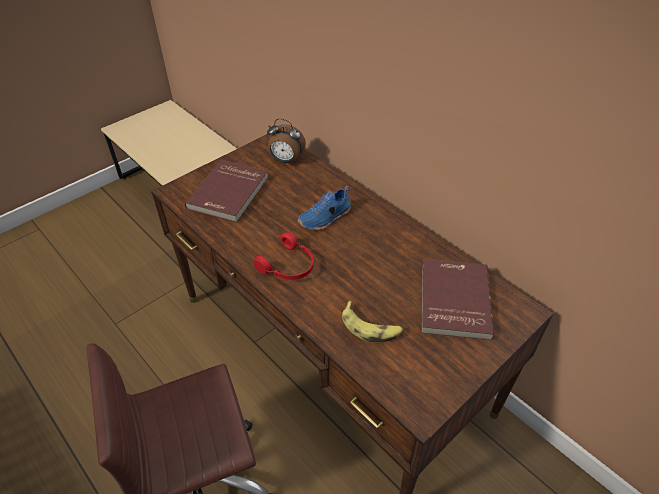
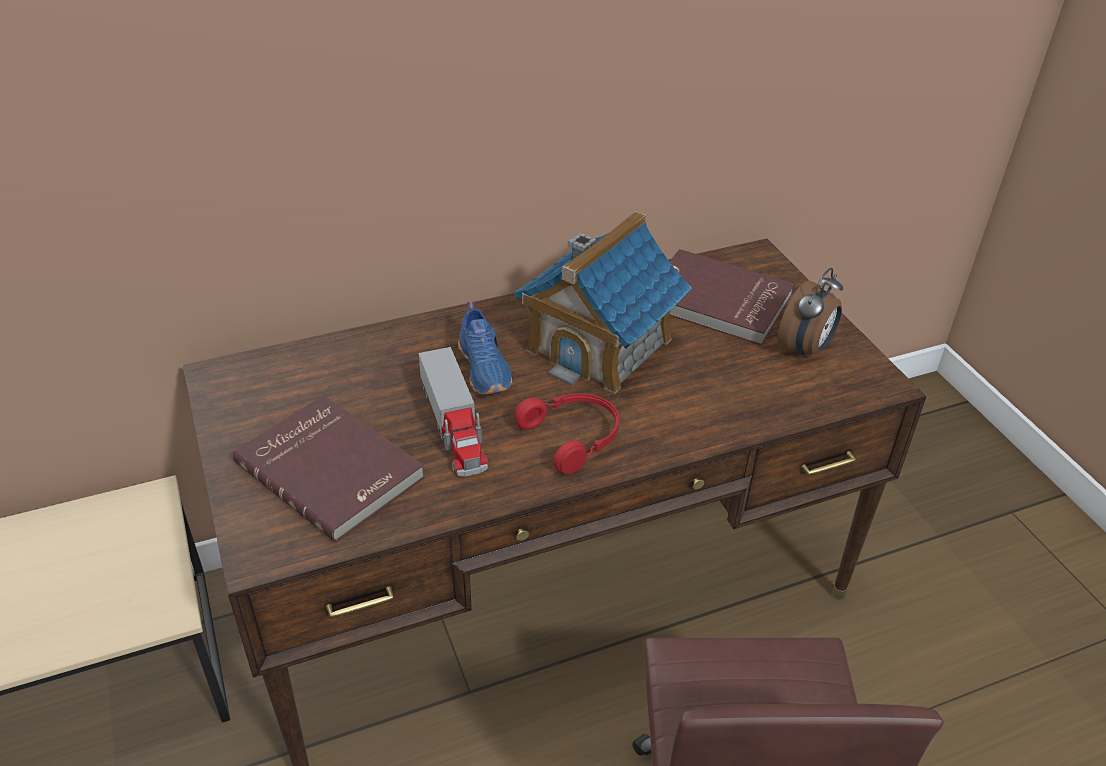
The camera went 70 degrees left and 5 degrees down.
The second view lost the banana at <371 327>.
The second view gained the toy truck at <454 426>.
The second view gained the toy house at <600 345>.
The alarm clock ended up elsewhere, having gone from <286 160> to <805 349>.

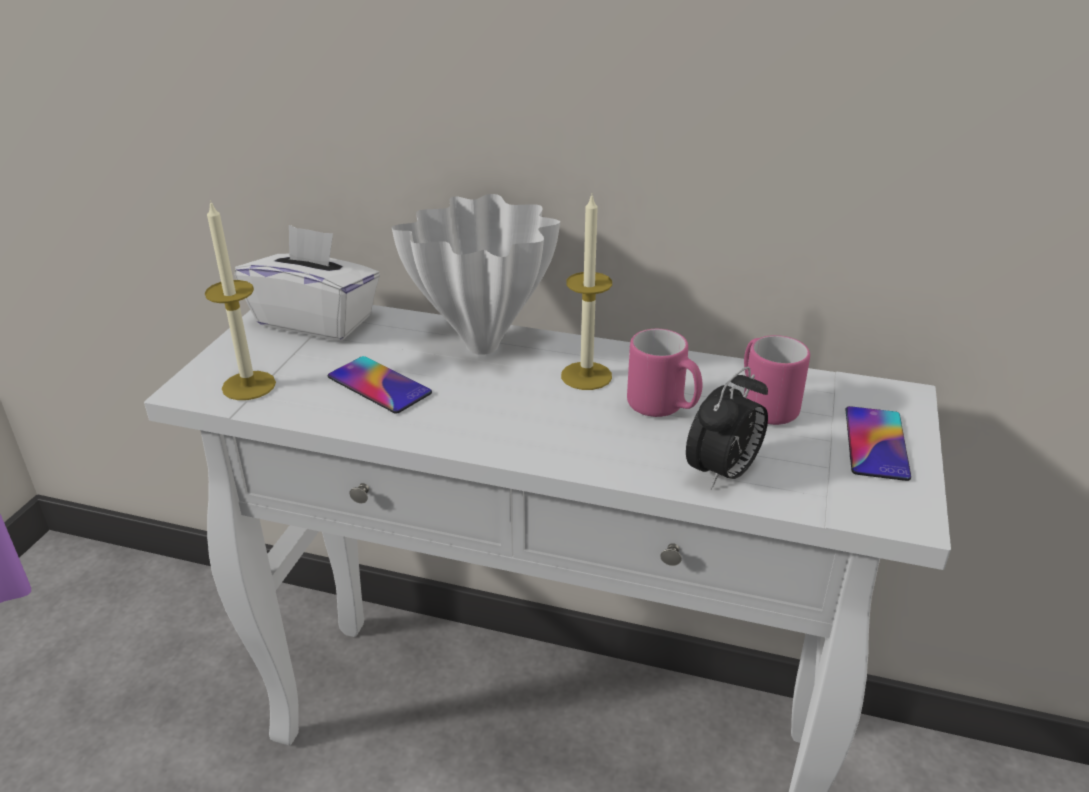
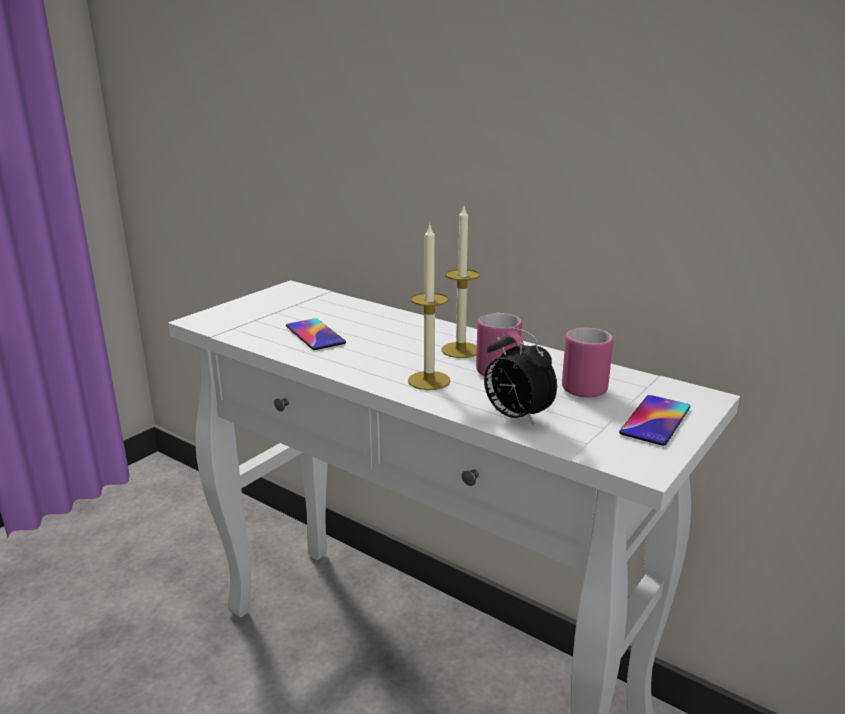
The camera went 20 degrees right and 10 degrees down.
The second view lost the tissue box (white) at <316 320>.
The second view lost the vase (white) at <485 346>.
The candle ended up elsewhere, having gone from <249 385> to <429 380>.
The alarm clock at <723 473> ended up facing another way, 75 degrees clockwise from before.

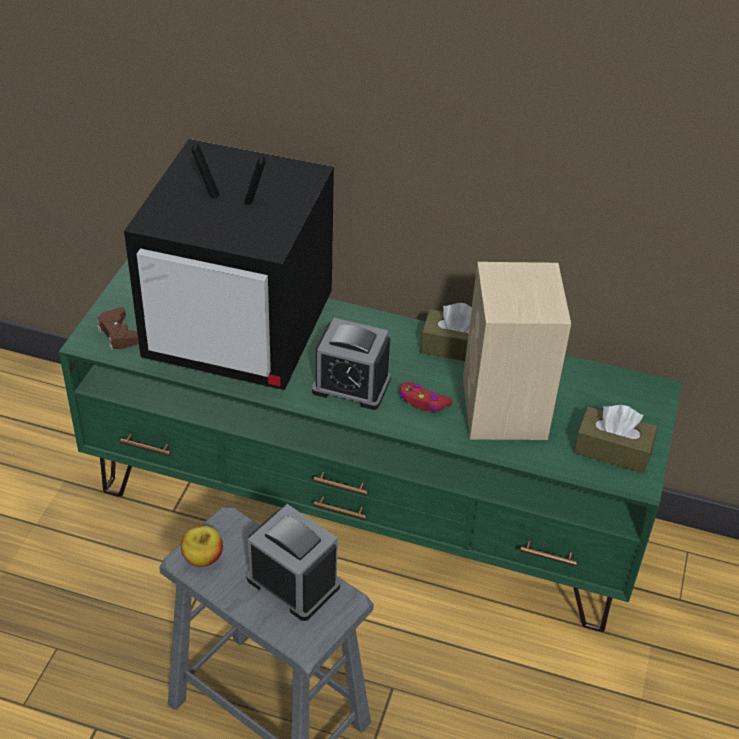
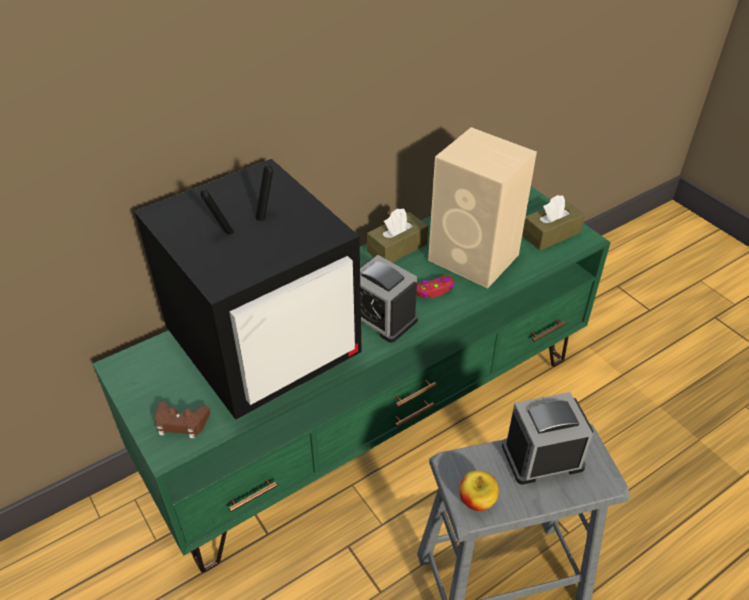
The camera went 50 degrees left and 0 degrees up.
The alarm clock at <351 385> ended up facing another way, 75 degrees clockwise from before.

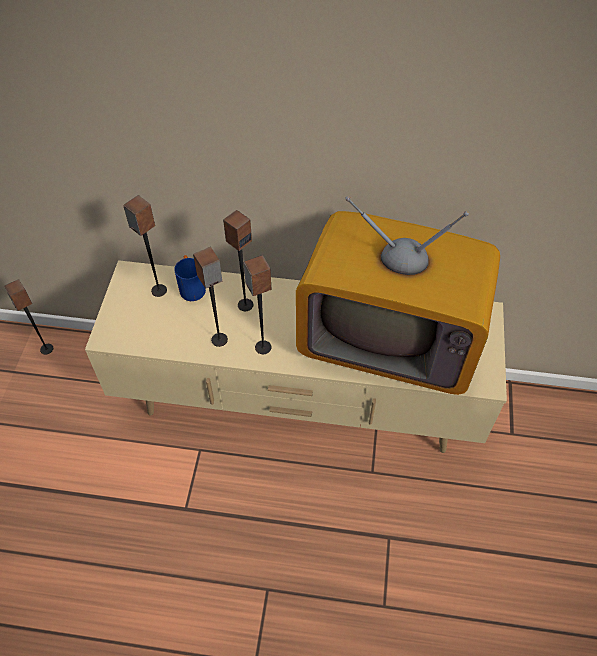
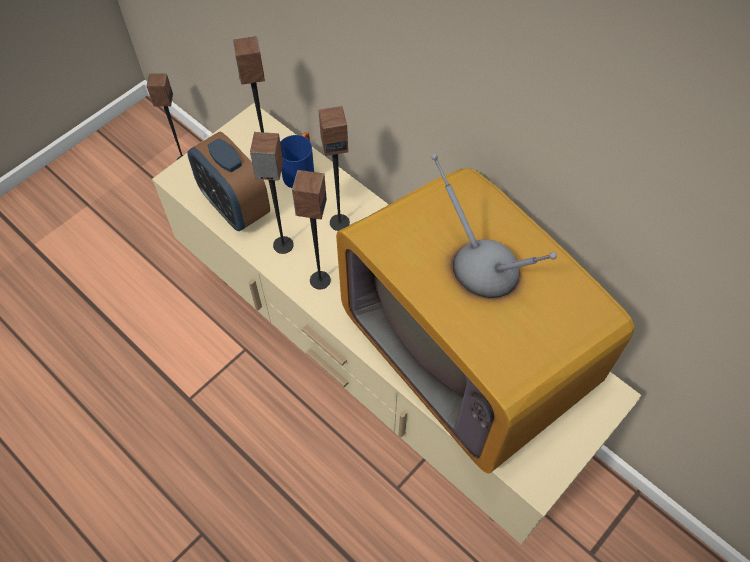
The camera went 35 degrees right and 5 degrees up.
The second view gained the alarm clock at <235 207>.

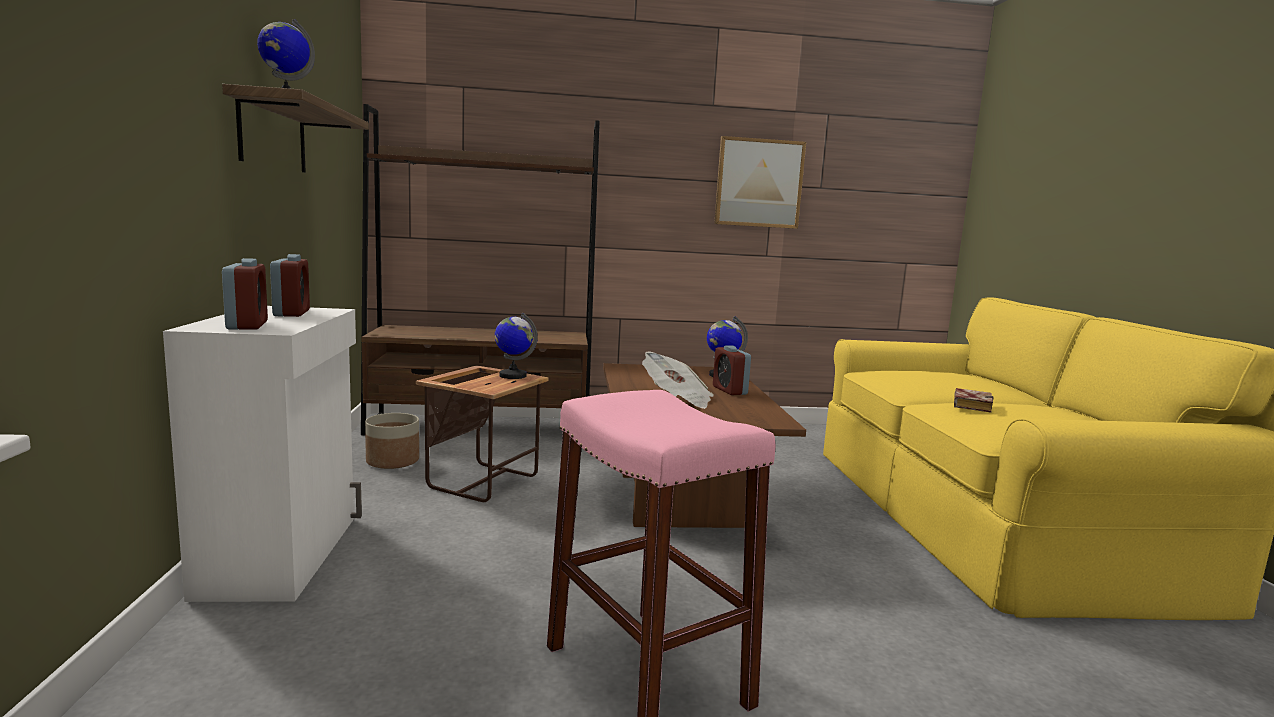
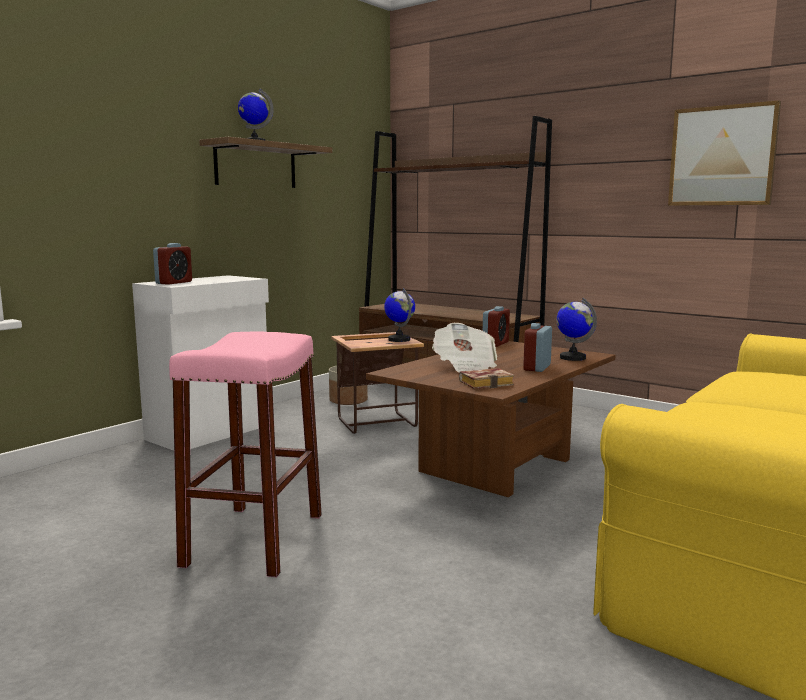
The camera went 45 degrees right and 0 degrees up.
The alarm clock ended up elsewhere, having gone from <291 313> to <495 343>.
The book ended up elsewhere, having gone from <970 405> to <487 383>.

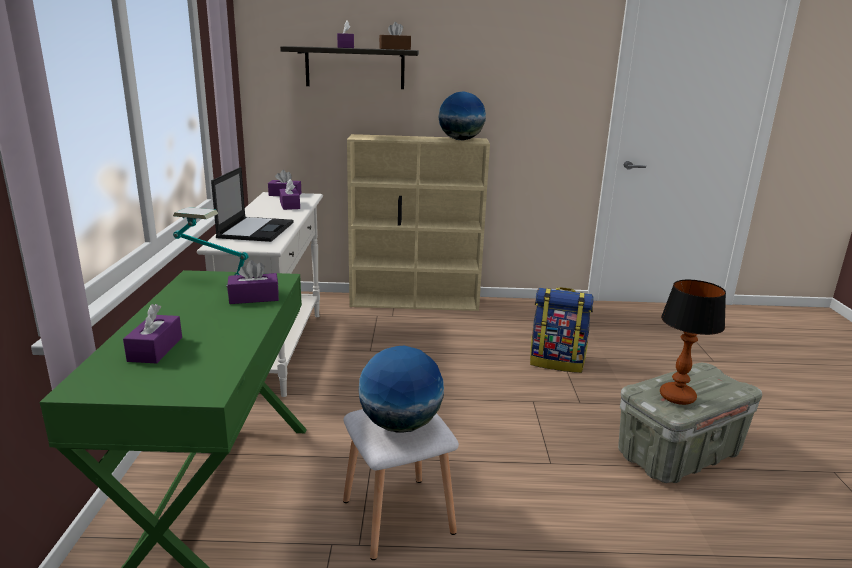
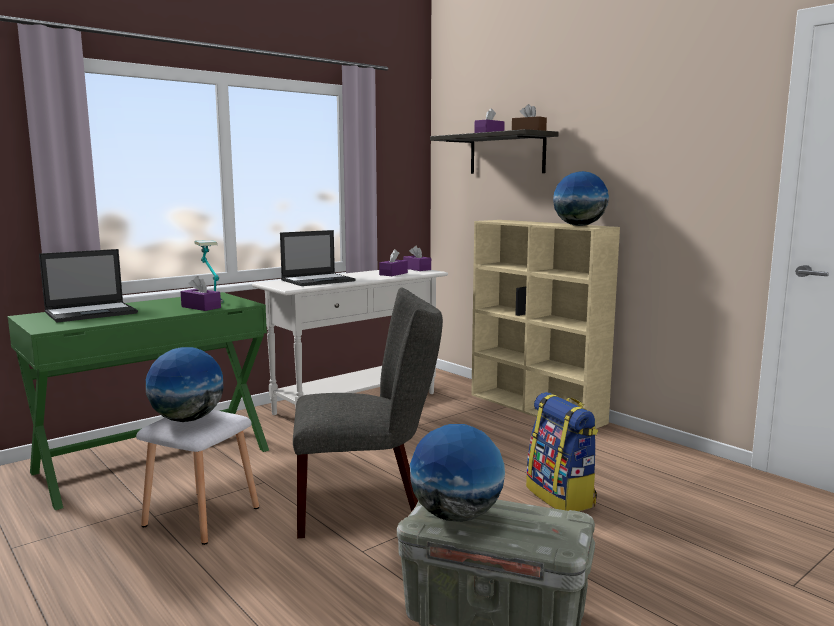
The camera went 50 degrees right and 10 degrees down.
The second view gained the chair (grey) at <368 505>.
Where the tissue box (purple) stood at <155 349>, the laptop came to stand at <92 313>.
Where the table lamp stood at <677 397>, the globe came to stand at <456 516>.

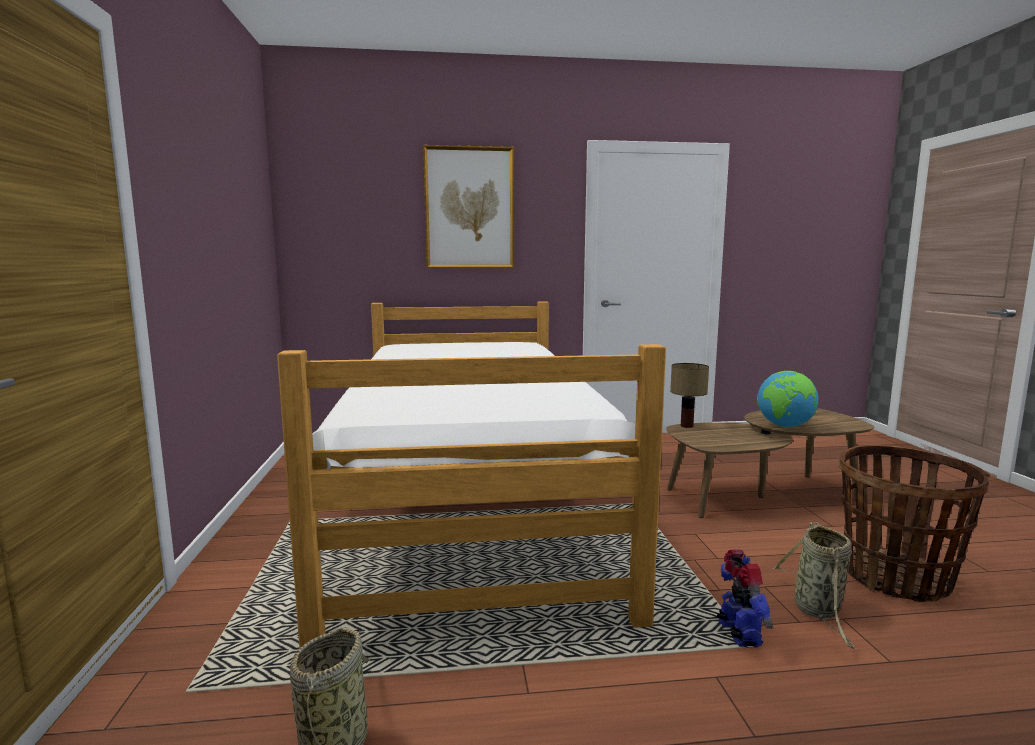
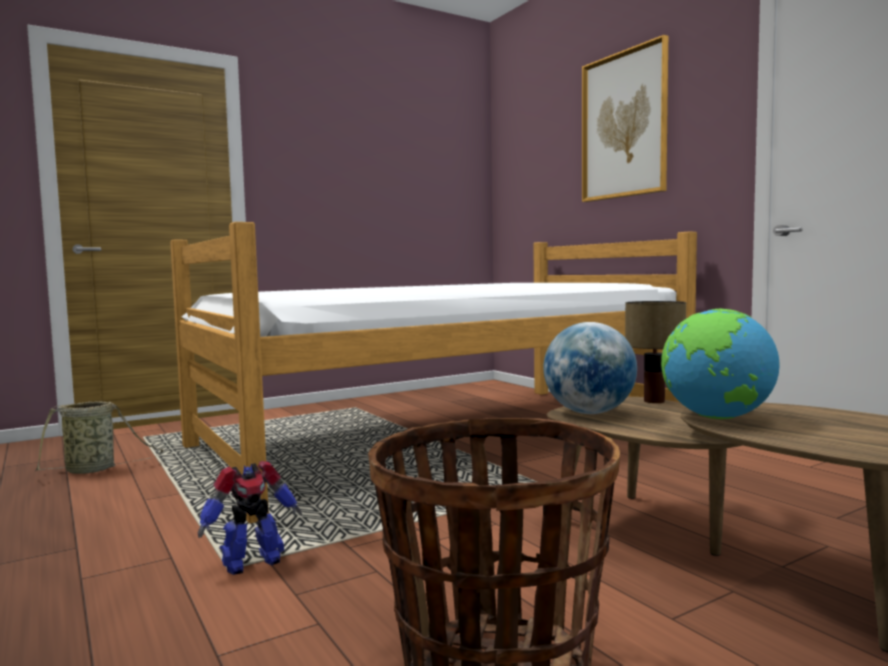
The camera went 65 degrees right and 5 degrees down.
The second view lost the basket at <818 611>.
The second view gained the globe at <589 413>.

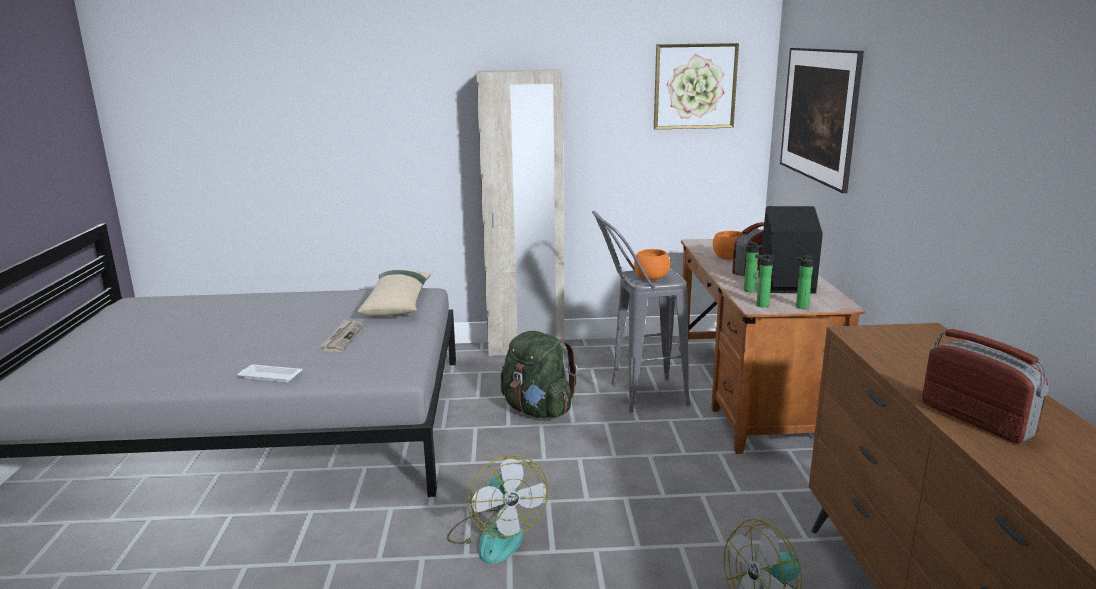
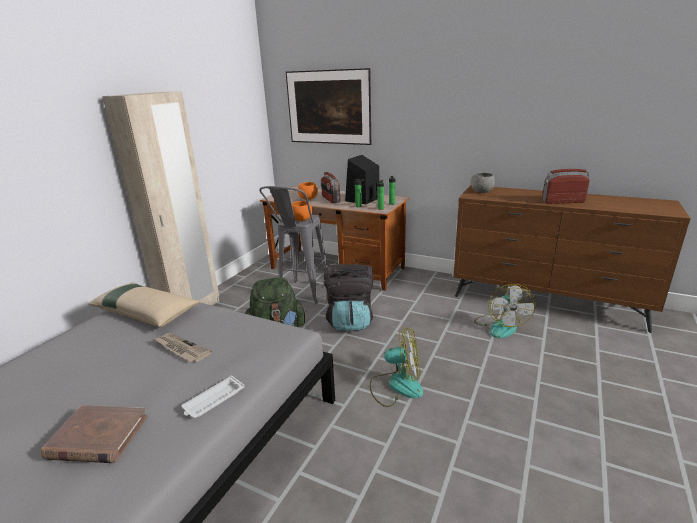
The camera went 60 degrees left and 5 degrees up.
The second view lost the picture at <695 86>.
The second view gained the book (brown) at <97 437>.
The second view gained the backpack (black) at <350 320>.
The second view gained the bowl (grey) at <482 192>.

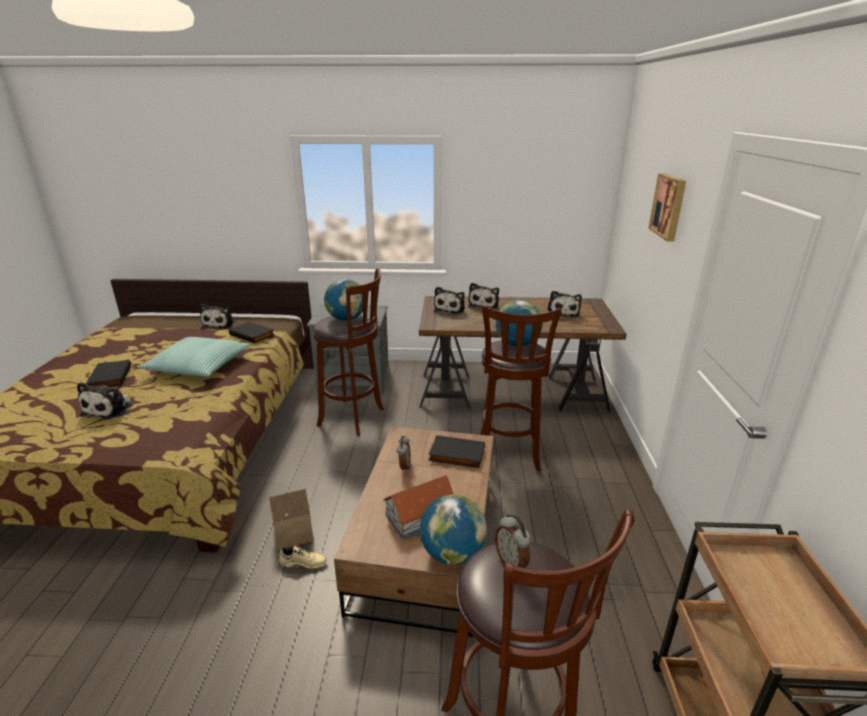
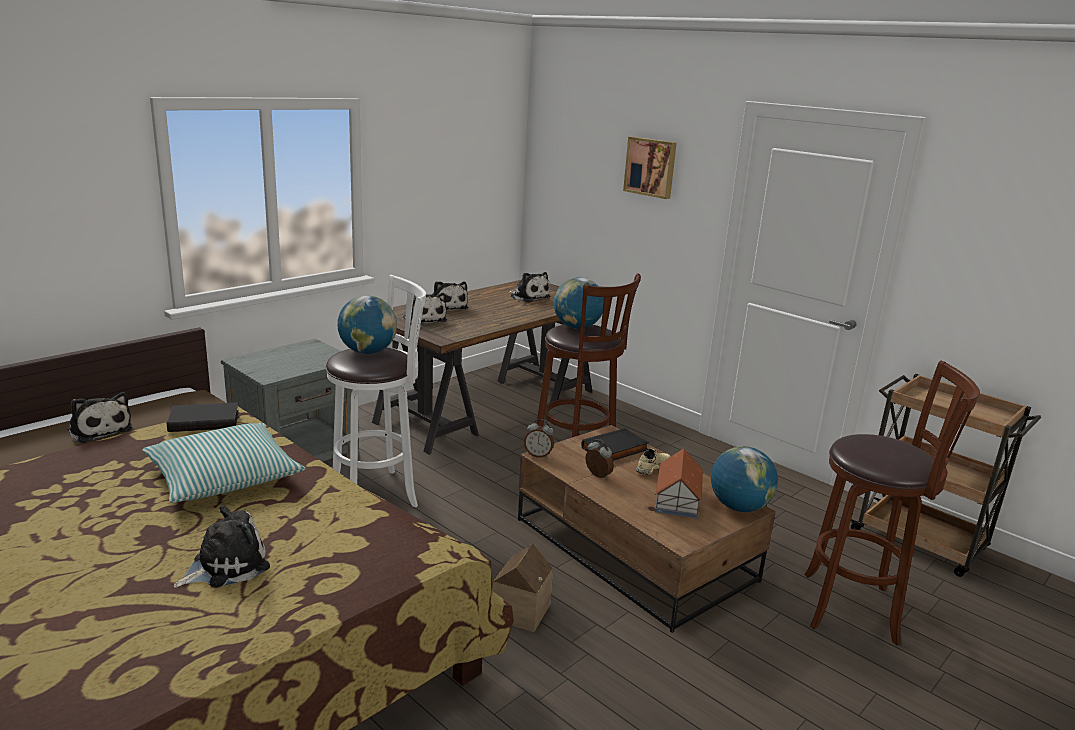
The camera went 50 degrees left and 5 degrees down.
The second view lost the book (black) at <109 377>.
The shoe (beige) ended up elsewhere, having gone from <303 562> to <652 467>.
The alarm clock ended up elsewhere, having gone from <512 562> to <538 455>.
What was the stool (brown) at <354 418> turned into the stool (white) at <378 493>.
The plush toy at <110 409> ended up facing another way, 90 degrees counterclockwise from before.

